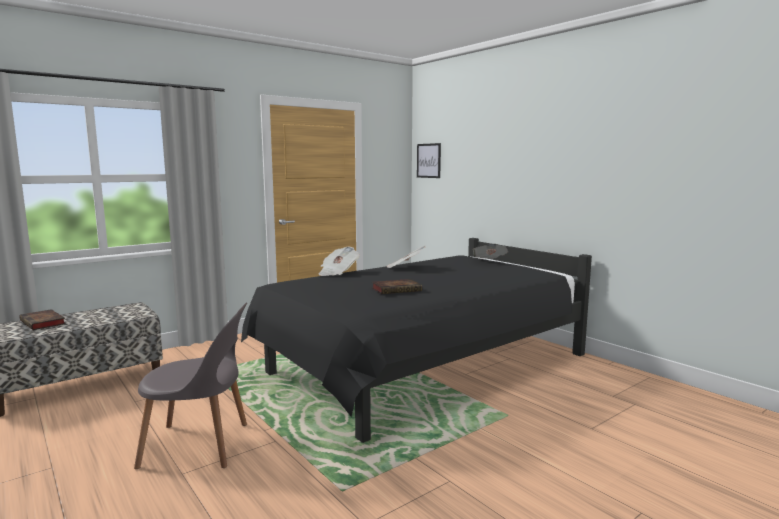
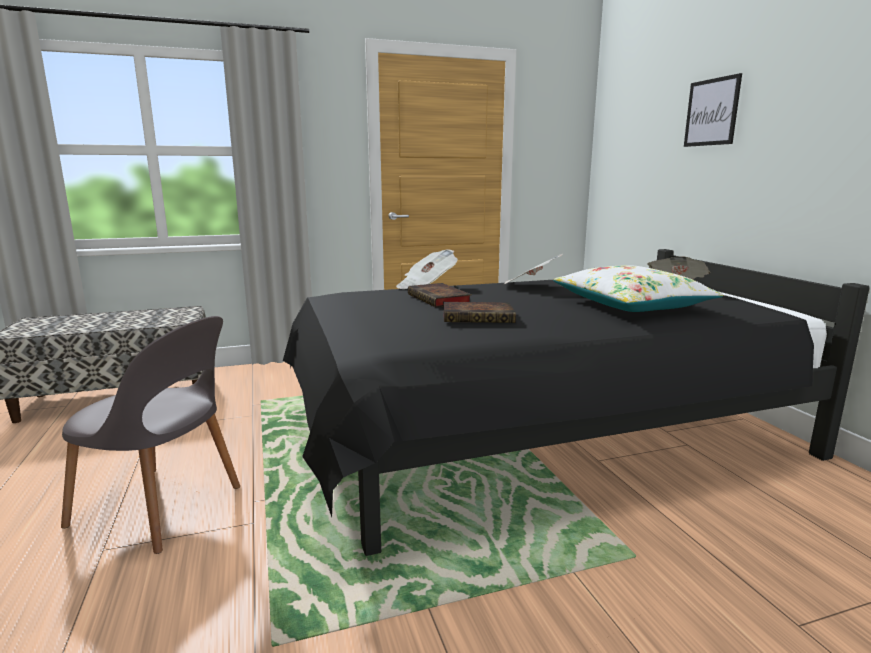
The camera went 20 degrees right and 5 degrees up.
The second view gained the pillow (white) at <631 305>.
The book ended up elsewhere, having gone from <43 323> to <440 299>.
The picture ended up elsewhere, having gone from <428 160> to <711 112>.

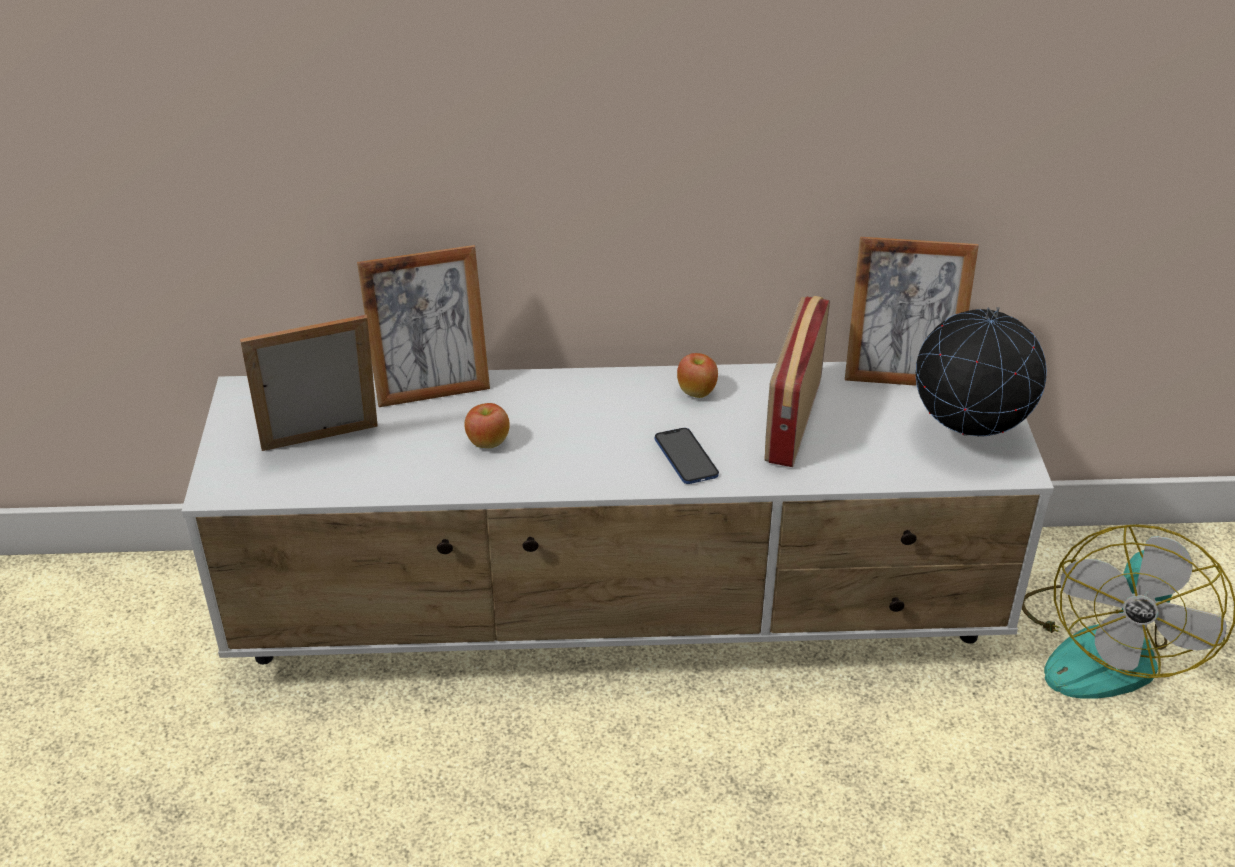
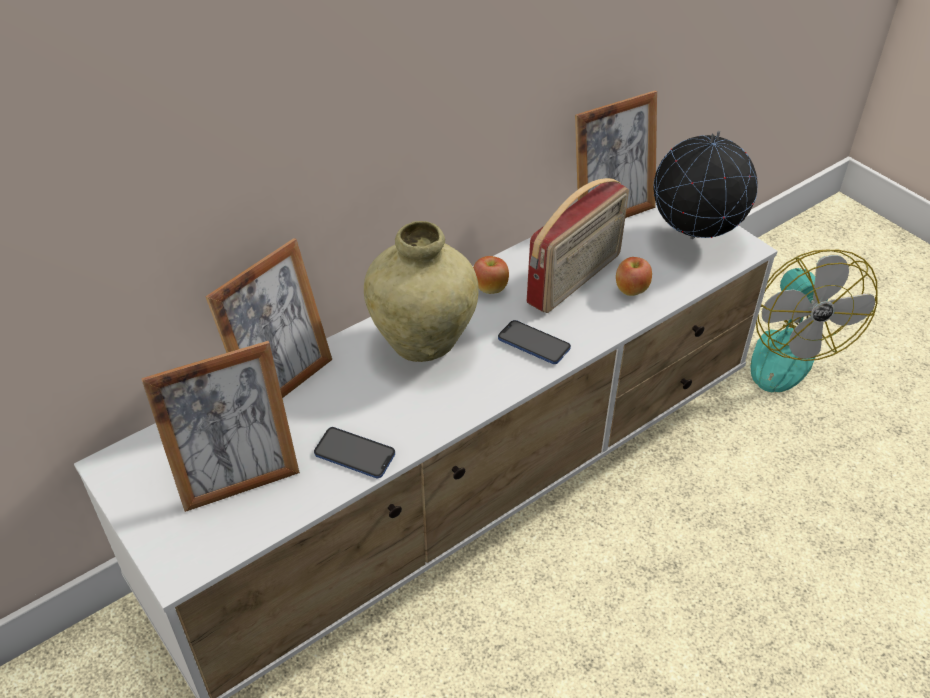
The camera went 35 degrees left and 5 degrees up.
The second view gained the phone at <354 454>.
The second view gained the vase (beige) at <423 343>.
The apple ended up elsewhere, having gone from <488 442> to <631 290>.
The picture frame at <322 446> ended up facing another way, 150 degrees counterclockwise from before.
The radio at <791 420> ended up facing another way, 120 degrees counterclockwise from before.

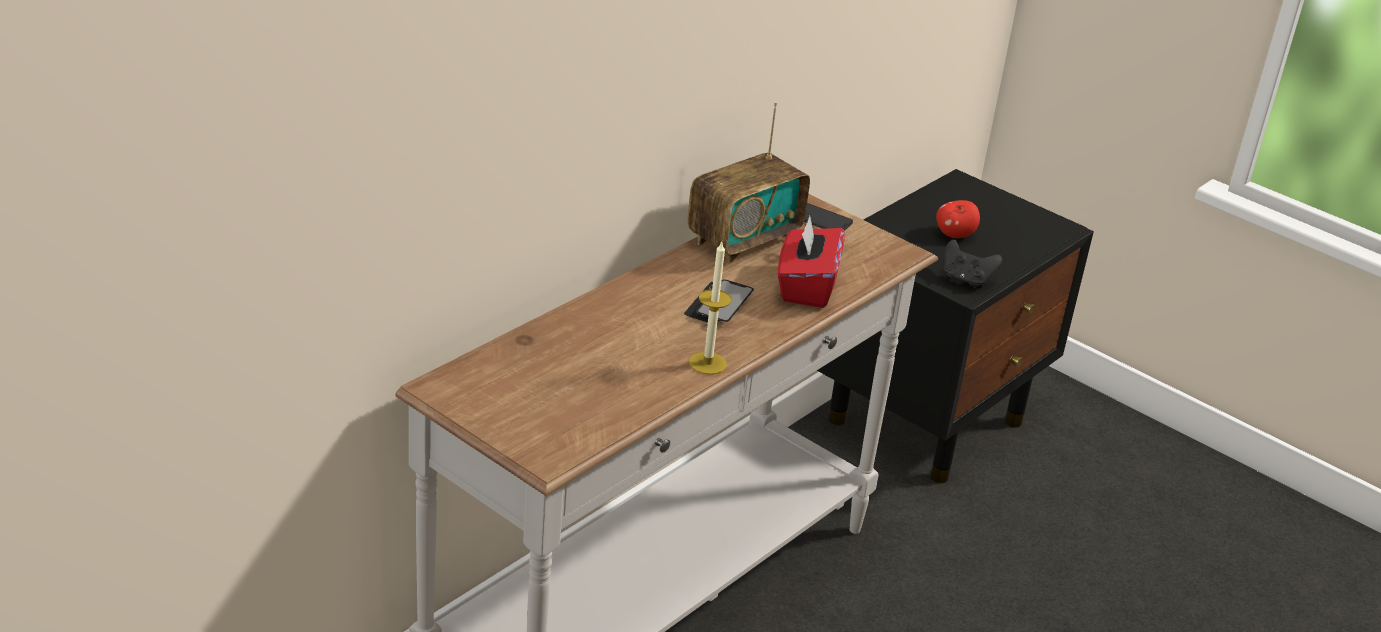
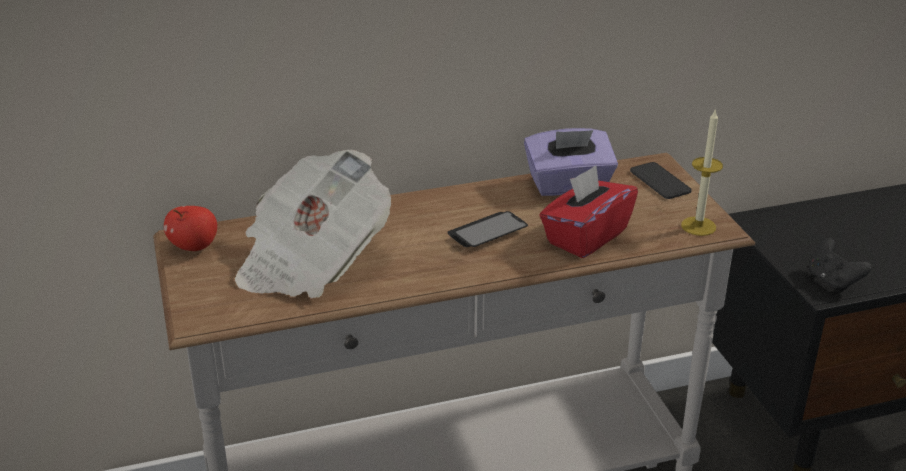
The camera went 35 degrees right and 0 degrees up.
The second view gained the newspaper at <311 261>.
The candle ended up elsewhere, having gone from <707 363> to <698 226>.
The apple ended up elsewhere, having gone from <954 235> to <194 246>.
Where the radio stood at <743 240>, the tissue box (purple) came to stand at <568 185>.

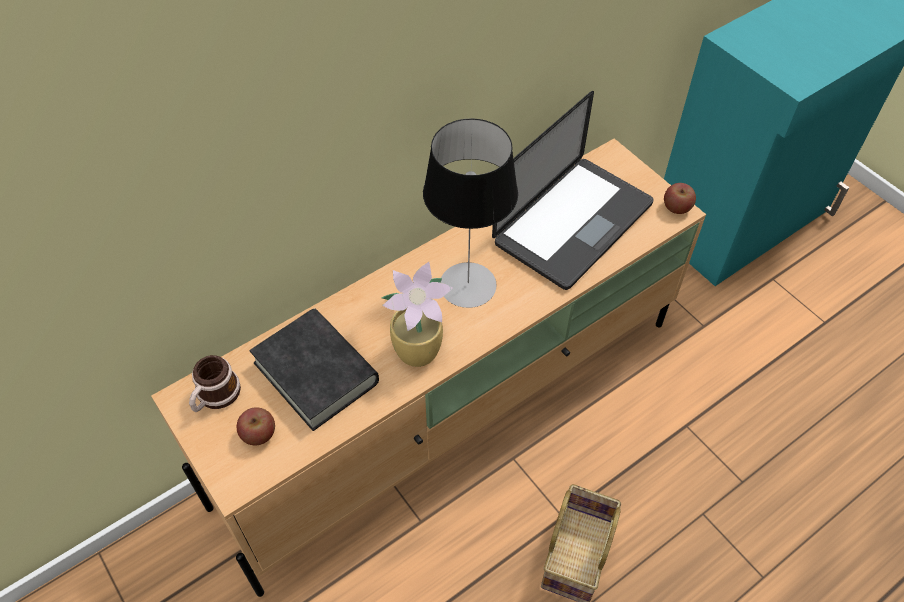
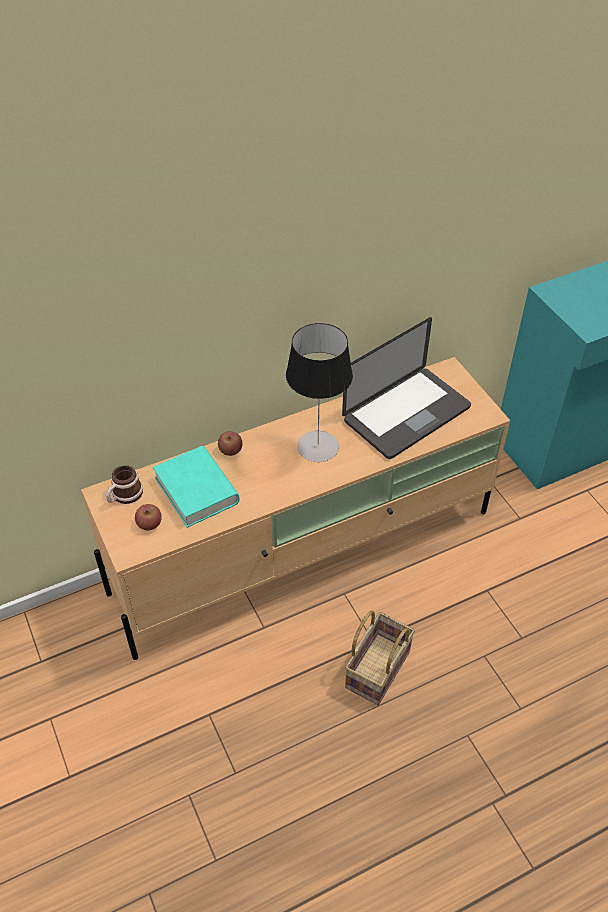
The camera went 10 degrees right and 5 degrees down.
The second view lost the potted plant at <420 351>.
The apple ended up elsewhere, having gone from <676 207> to <230 450>.
What was the book (black) at <316 373> turned into the book (turquoise) at <196 490>.

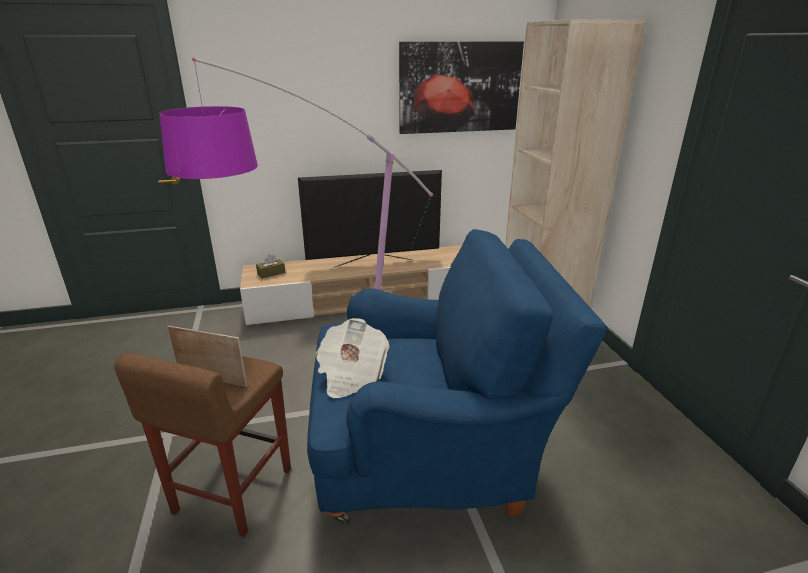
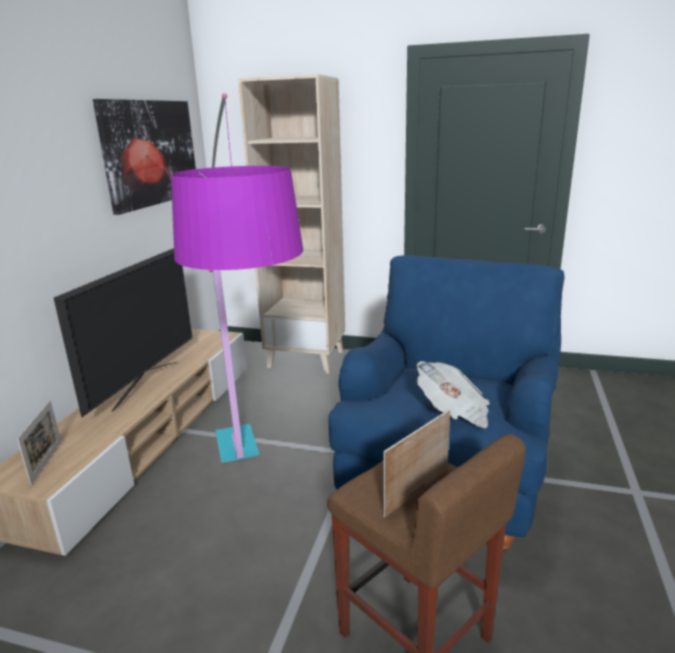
The camera went 60 degrees left and 5 degrees down.
Where the tissue box (brown) stood at <271 273>, the picture frame came to stand at <46 462>.

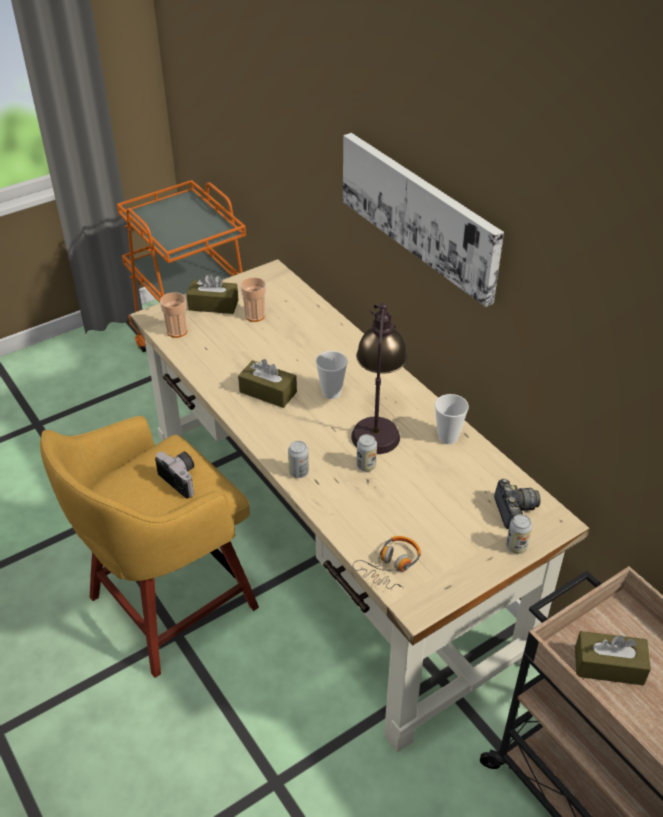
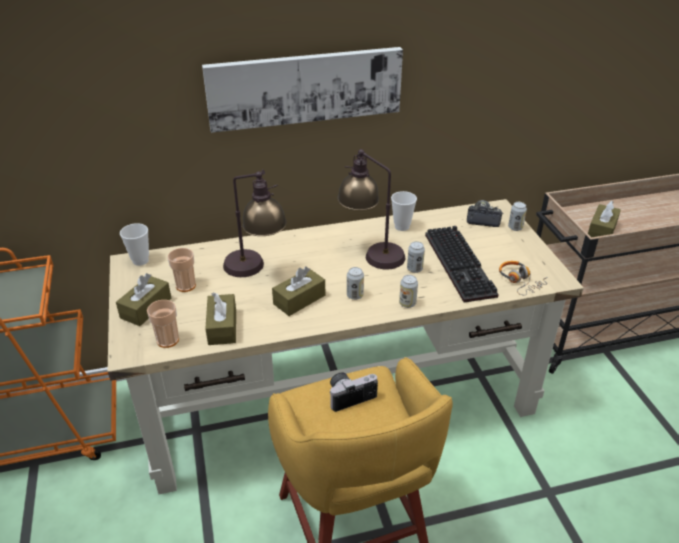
The camera went 70 degrees left and 5 degrees down.
The second view gained the tissue box (brown) at <222 327>.
The second view gained the table lamp at <256 270>.
The second view gained the can at <355 295>.
The second view gained the keyboard at <462 265>.
The cup ended up elsewhere, having gone from <331 393> to <140 261>.

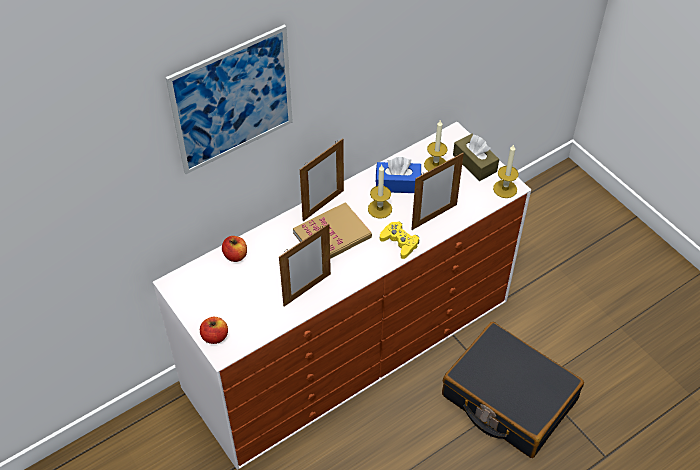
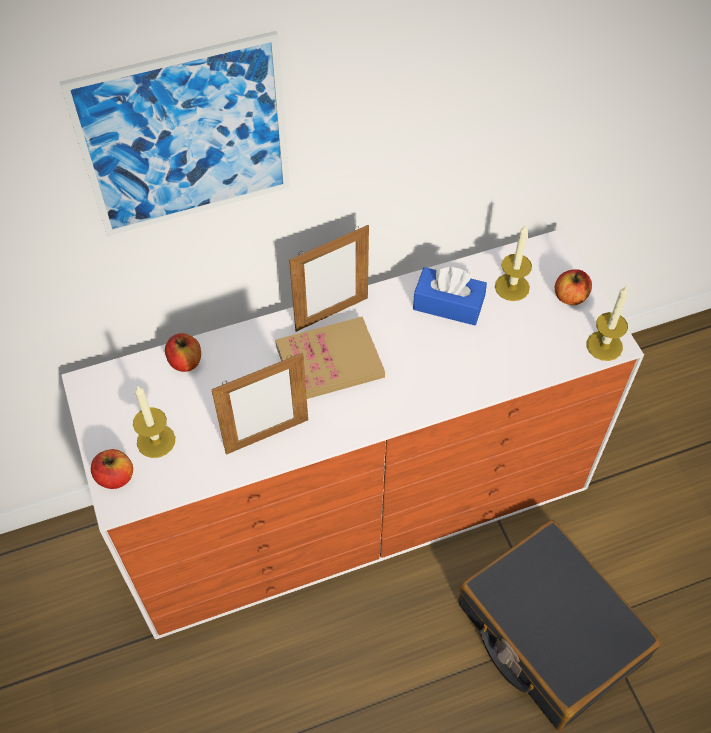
The camera went 15 degrees right and 5 degrees up.
The second view lost the game controller (yellow) at <399 242>.
The second view lost the picture frame at <434 217>.
The candle ended up elsewhere, having gone from <380 209> to <156 441>.
Where the tissue box (brown) stood at <474 163>, the apple came to stand at <570 297>.

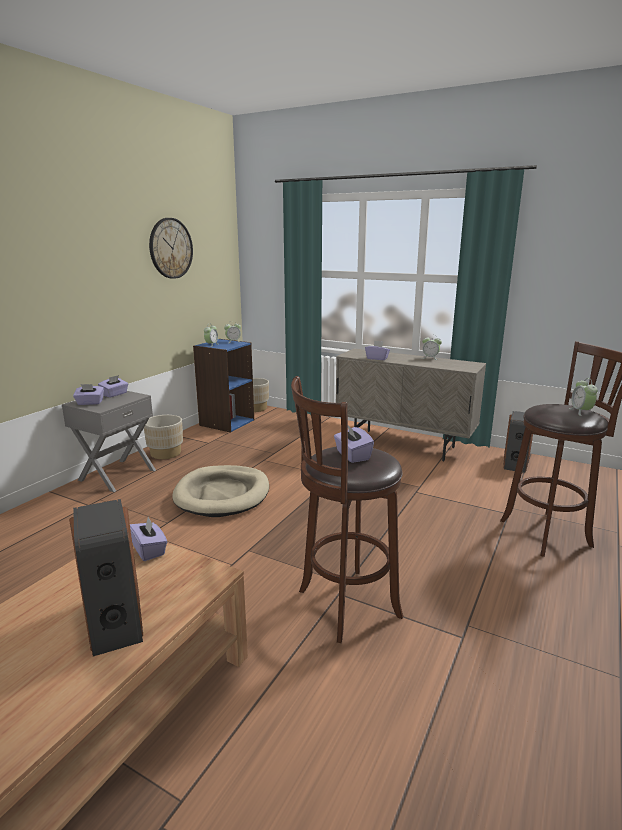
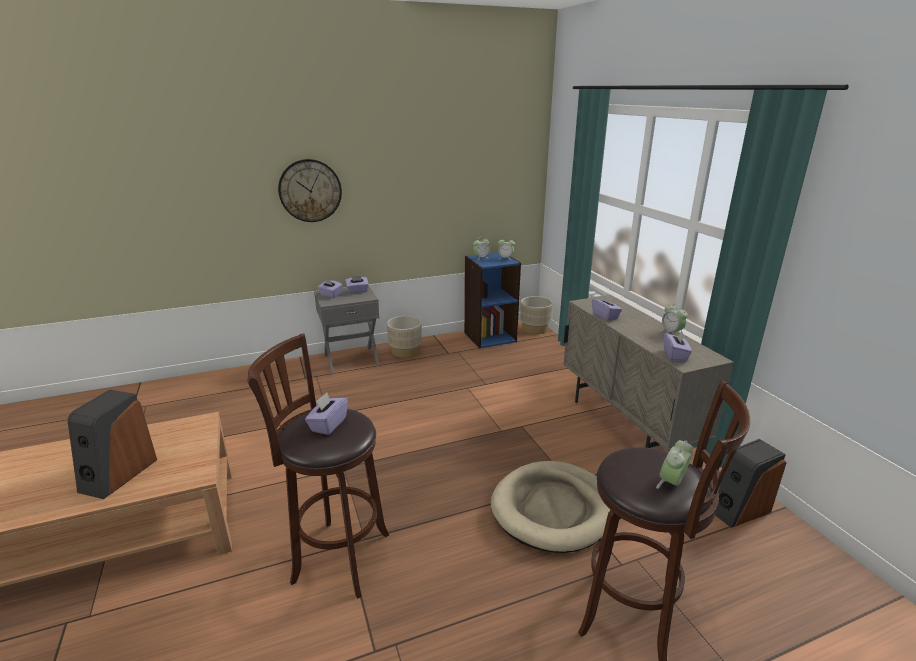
The camera went 40 degrees right and 5 degrees up.
The tissue box (purple) ended up elsewhere, having gone from <149 550> to <675 355>.
The wall clock ended up elsewhere, having gone from <170 248> to <310 191>.
The dog bed (beige) ended up elsewhere, having gone from <222 494> to <553 509>.

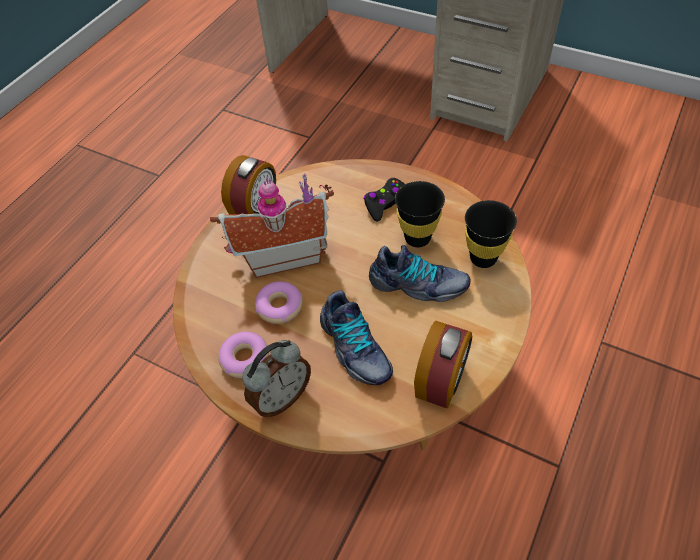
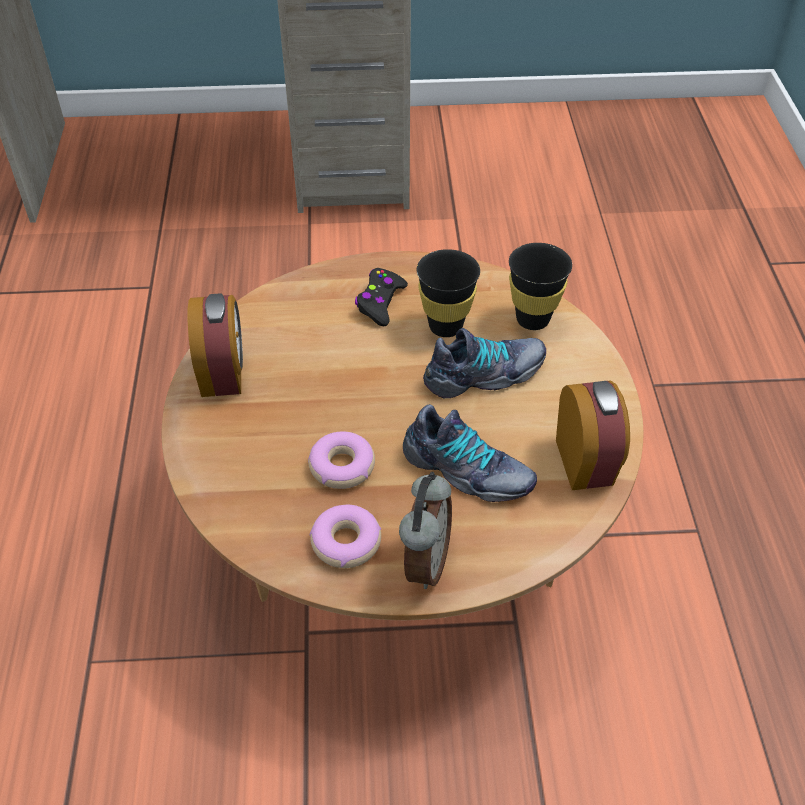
The camera went 35 degrees left and 5 degrees down.
The second view lost the toy house at <282 255>.

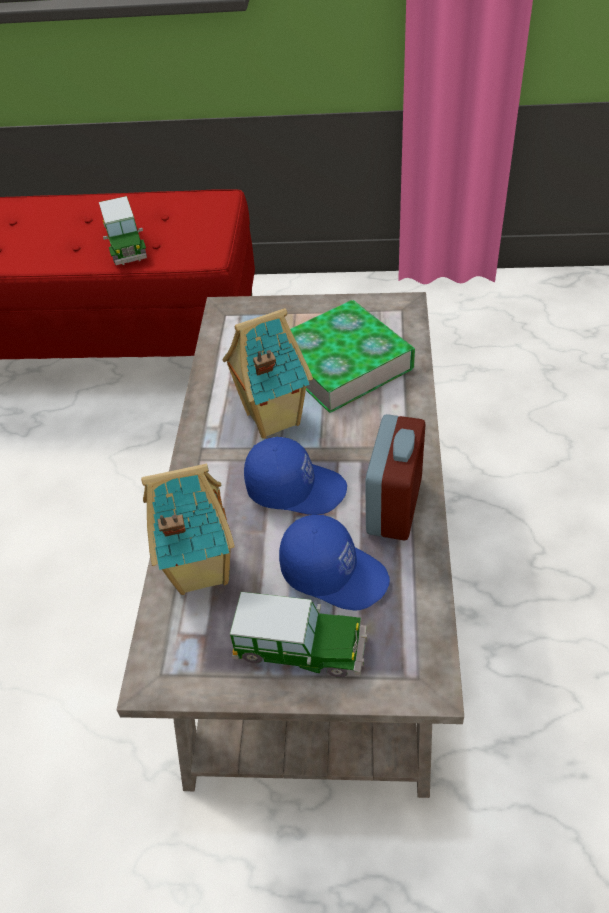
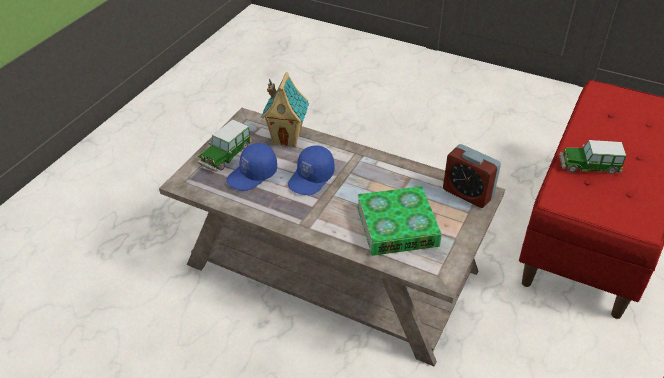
The camera went 110 degrees right and 5 degrees down.
The second view lost the toy house at <271 419>.
The alarm clock ended up elsewhere, having gone from <394 506> to <467 193>.

